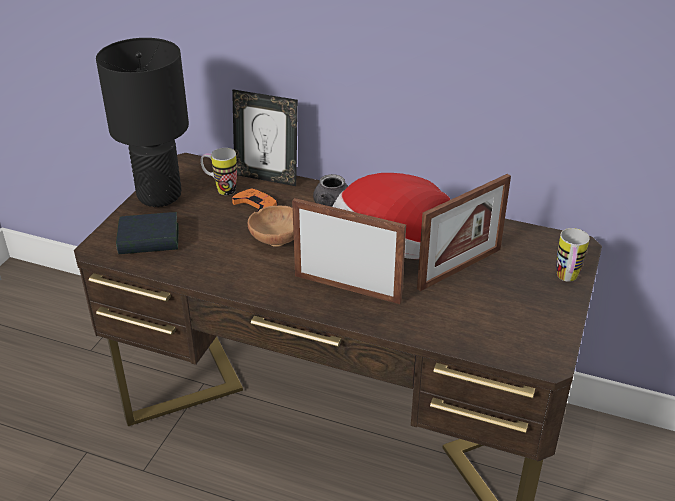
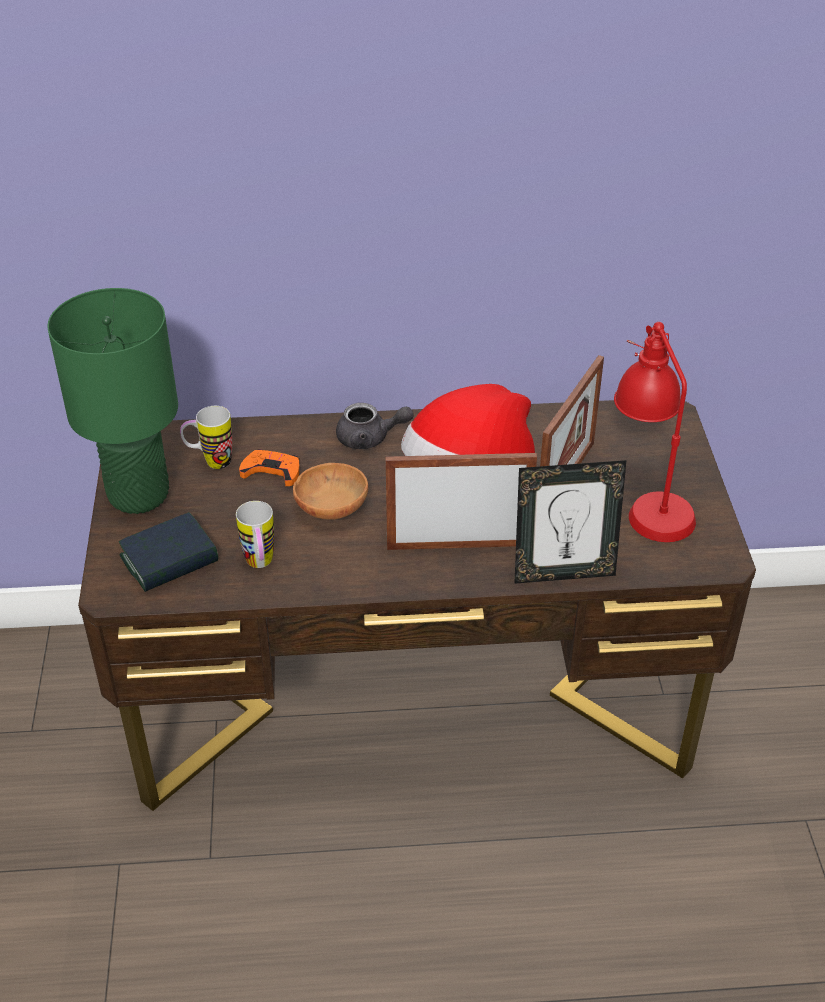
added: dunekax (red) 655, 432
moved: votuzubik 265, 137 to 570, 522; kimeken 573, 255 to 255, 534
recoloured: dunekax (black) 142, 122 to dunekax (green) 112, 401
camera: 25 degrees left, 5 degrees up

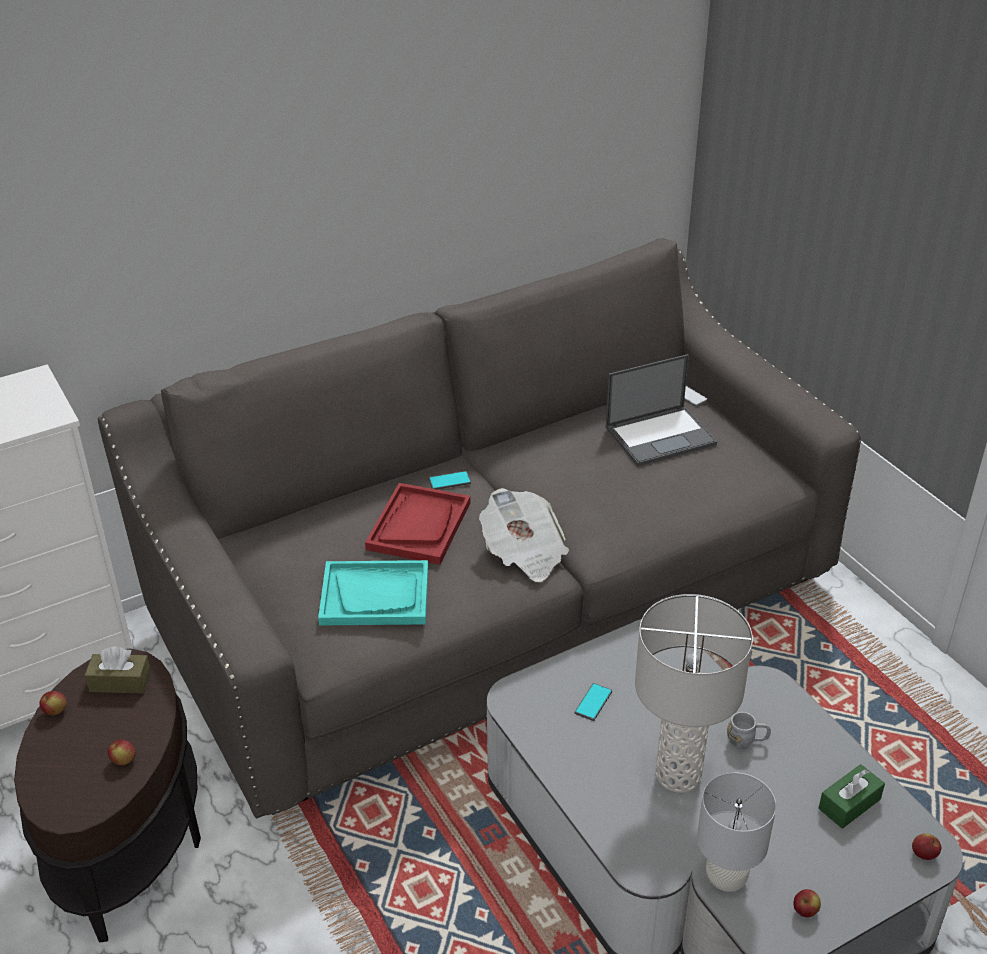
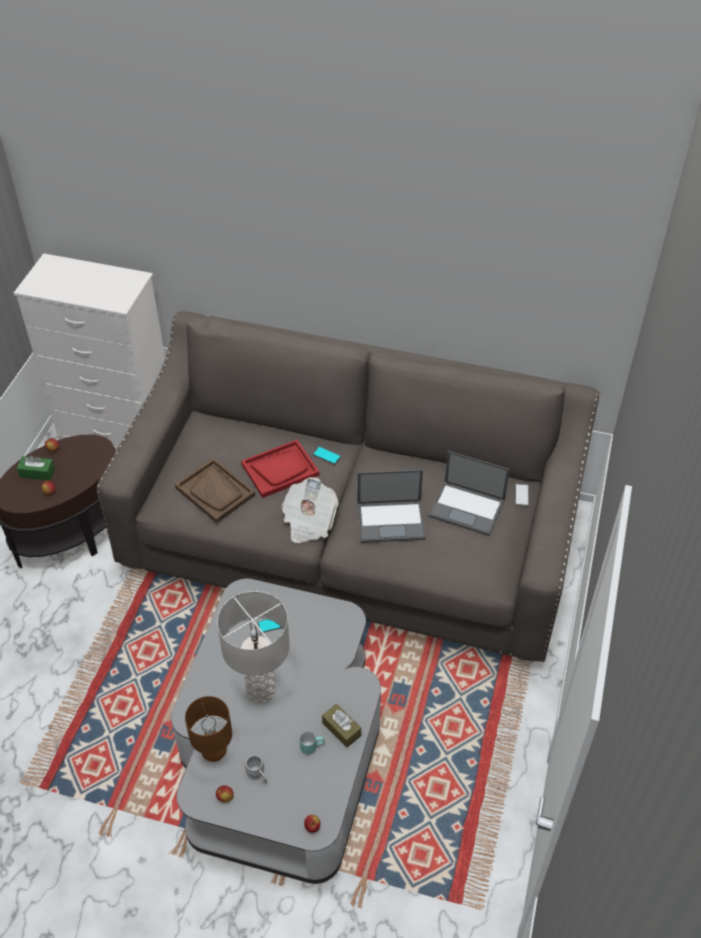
added: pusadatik 392, 506; kimeken (turquoise) 312, 743
moved: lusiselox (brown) 117, 669 to 341, 726; kimeken (grey) 749, 730 to 256, 769; lusiselox (green) 852, 796 to 35, 468
recoloured: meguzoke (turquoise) 373, 593 to meguzoke (brown) 215, 490; dunekax (grey) 736, 832 to dunekax (brown) 208, 729
camera: 45 degrees right, 10 degrees up

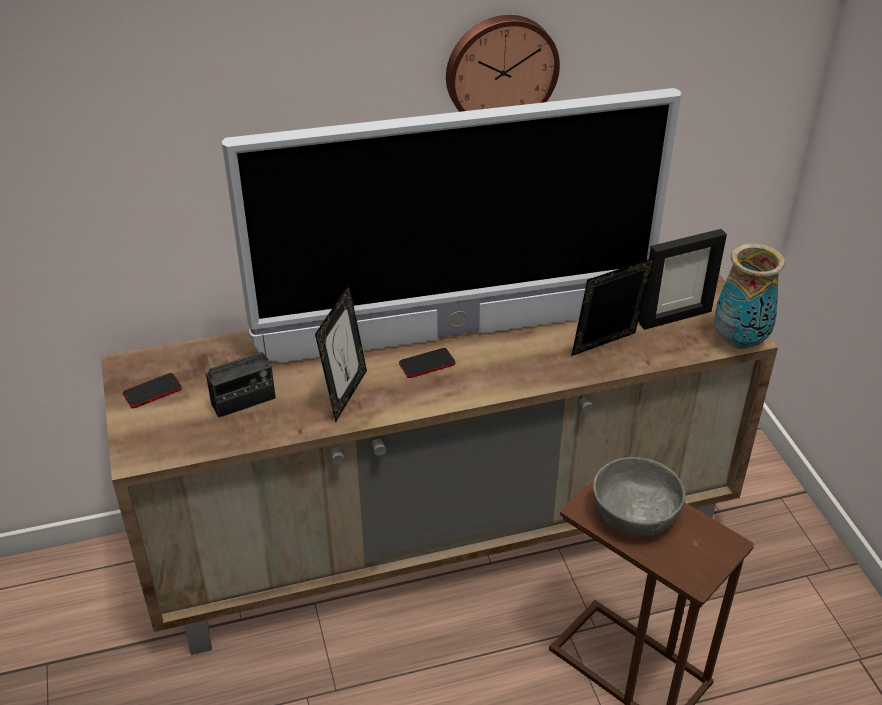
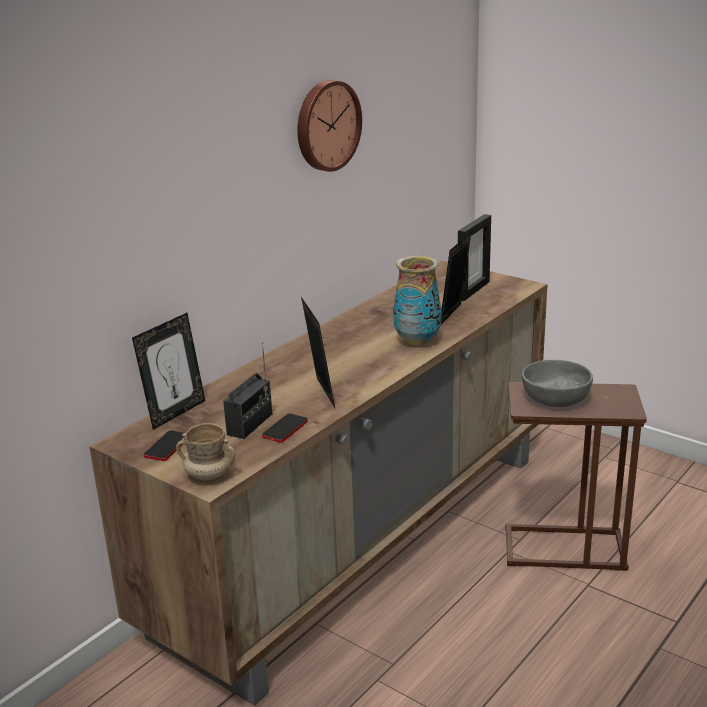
removed: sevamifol 451, 225
added: votuzubik 168, 371; kimeken (beige) 205, 452
moved: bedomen 749, 296 to 417, 301; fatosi 427, 363 to 285, 428
camera: 35 degrees left, 15 degrees down

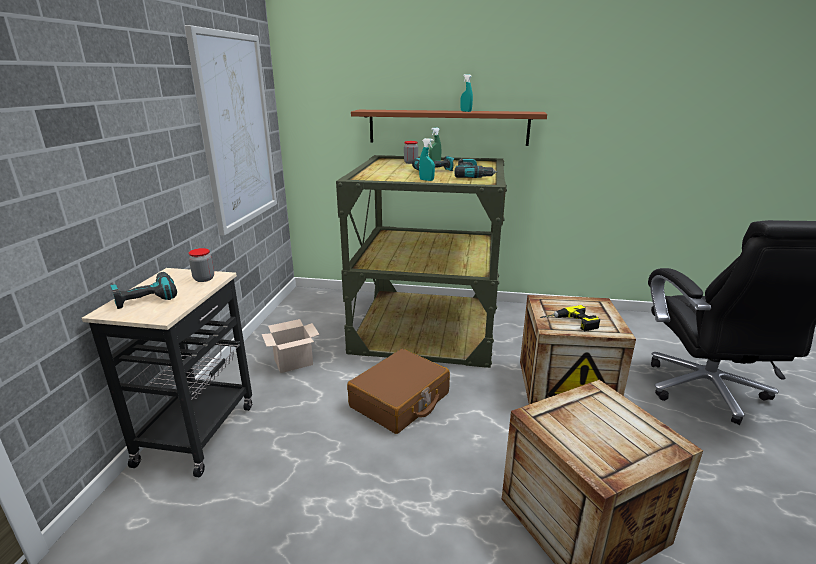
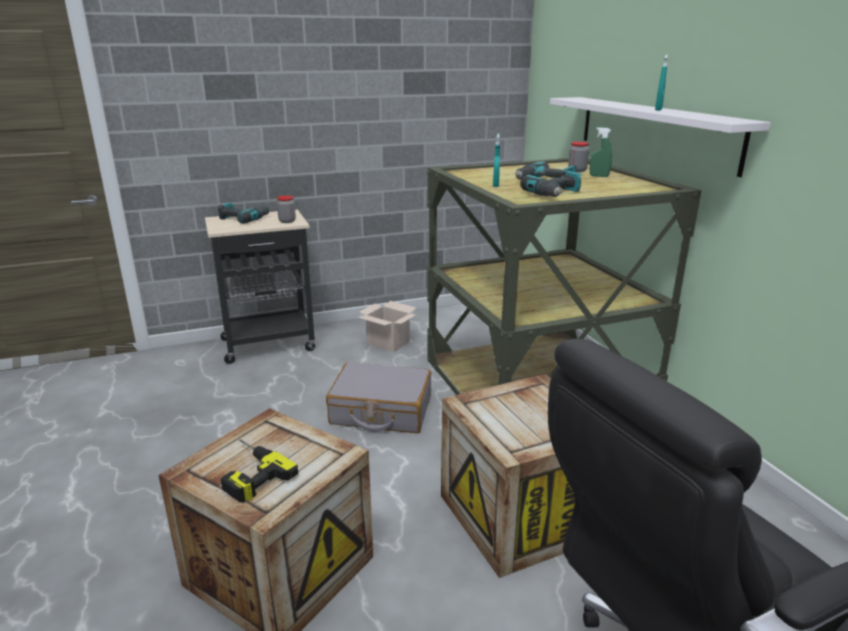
removed: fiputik 231, 130
moved: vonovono 570, 318 to 259, 471
recoloured: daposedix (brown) 449, 128 to daposedix (white) 660, 137; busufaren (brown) 398, 391 to busufaren (grey) 378, 397
camera: 60 degrees right, 0 degrees up

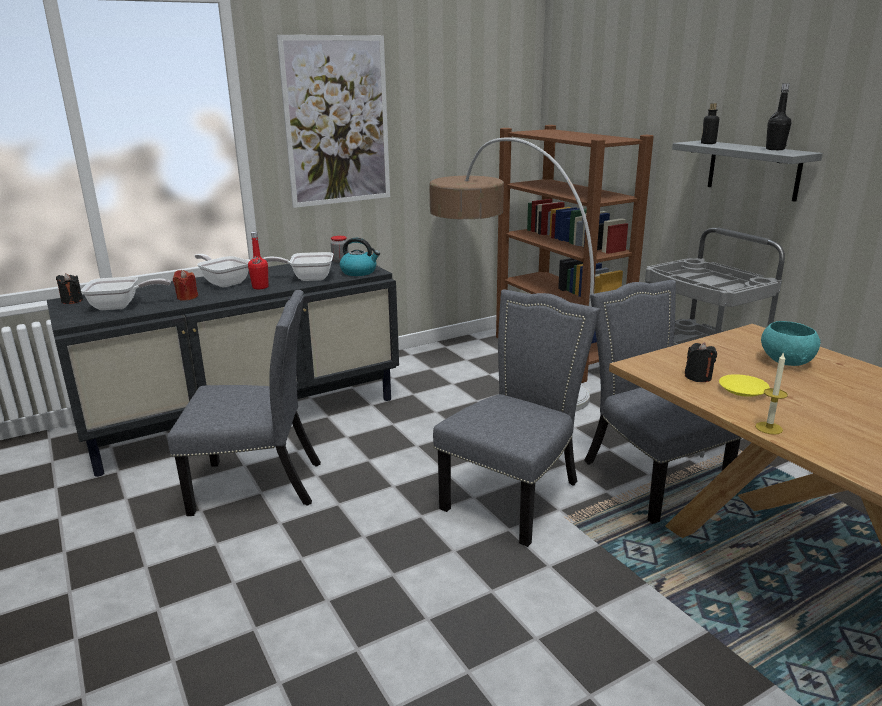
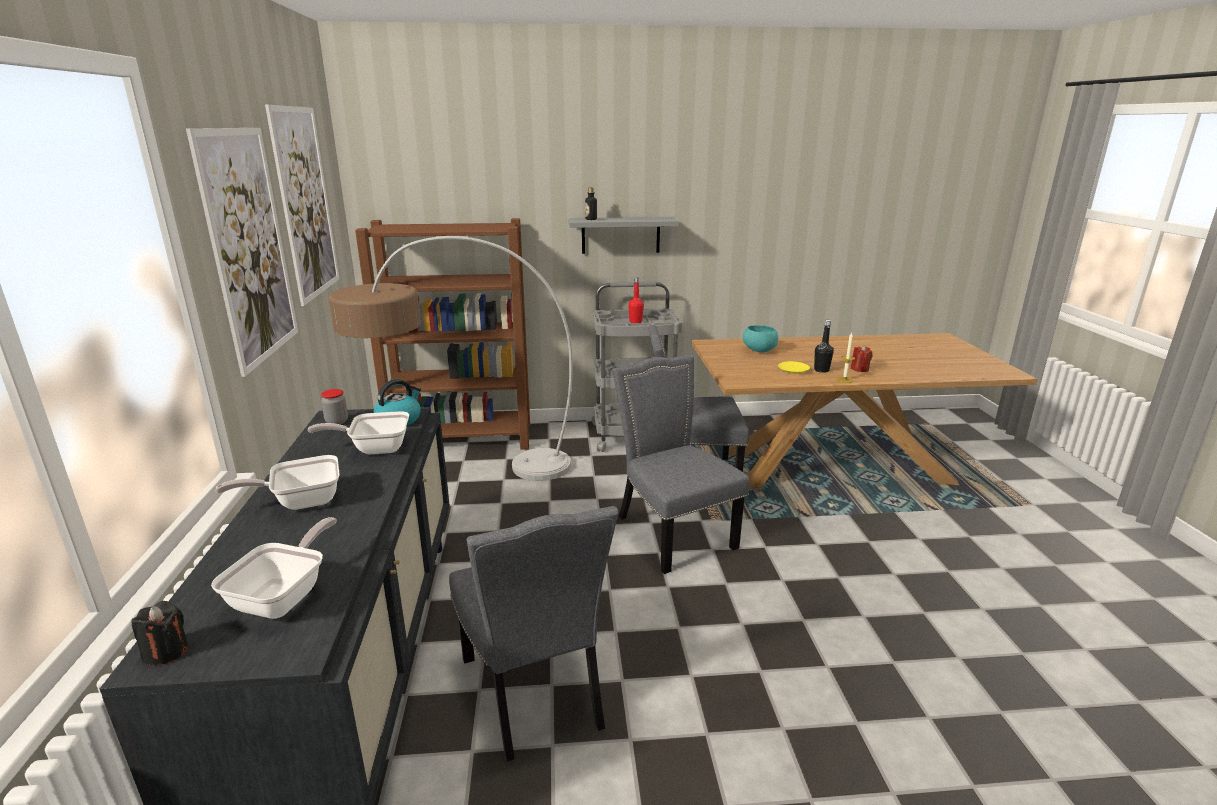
removed: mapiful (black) 701, 362
added: fiputik 302, 205
moved: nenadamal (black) 778, 117 to 824, 346; nenadamal (red) 258, 260 to 636, 300; mapiful (red) 185, 285 to 861, 358
turned: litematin 298, 266 = 358, 432 60 degrees clockwise; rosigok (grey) 244, 403 = 533, 634 135 degrees clockwise
camera: 65 degrees left, 0 degrees up

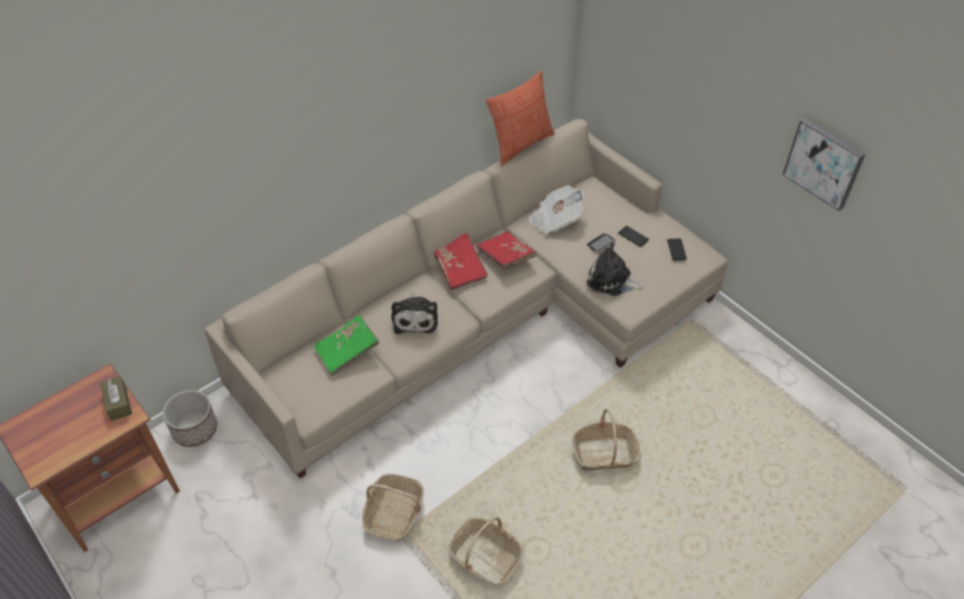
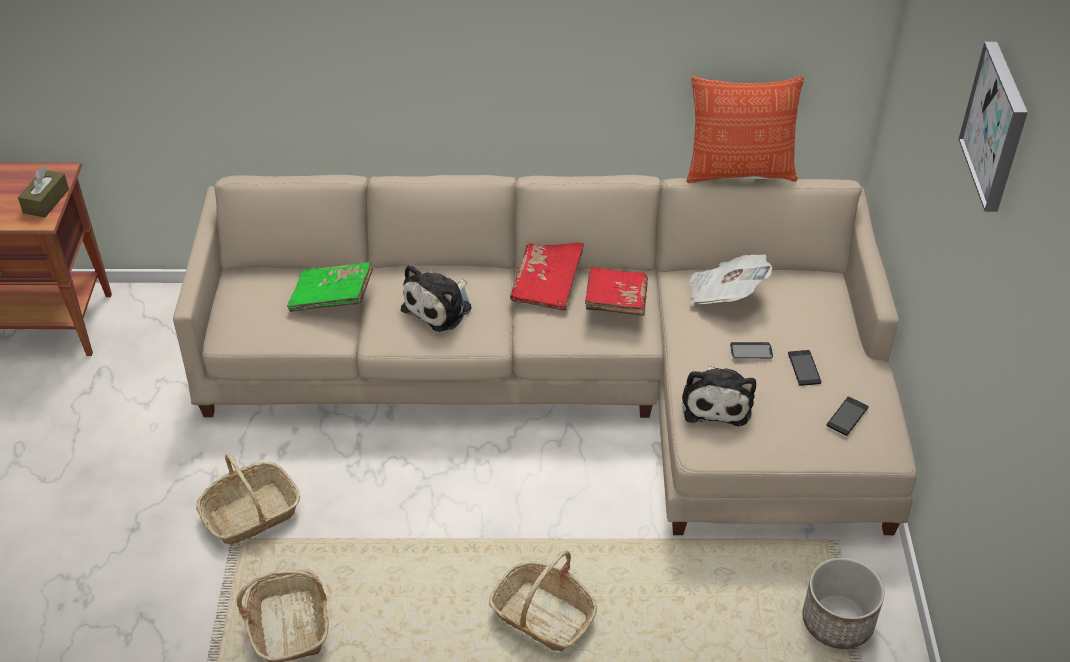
moved: fiputik 823, 164 to 993, 127; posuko 190, 418 to 843, 603
turned: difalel 614, 269 = 719, 395 150 degrees counterclockwise
camera: 40 degrees right, 5 degrees down

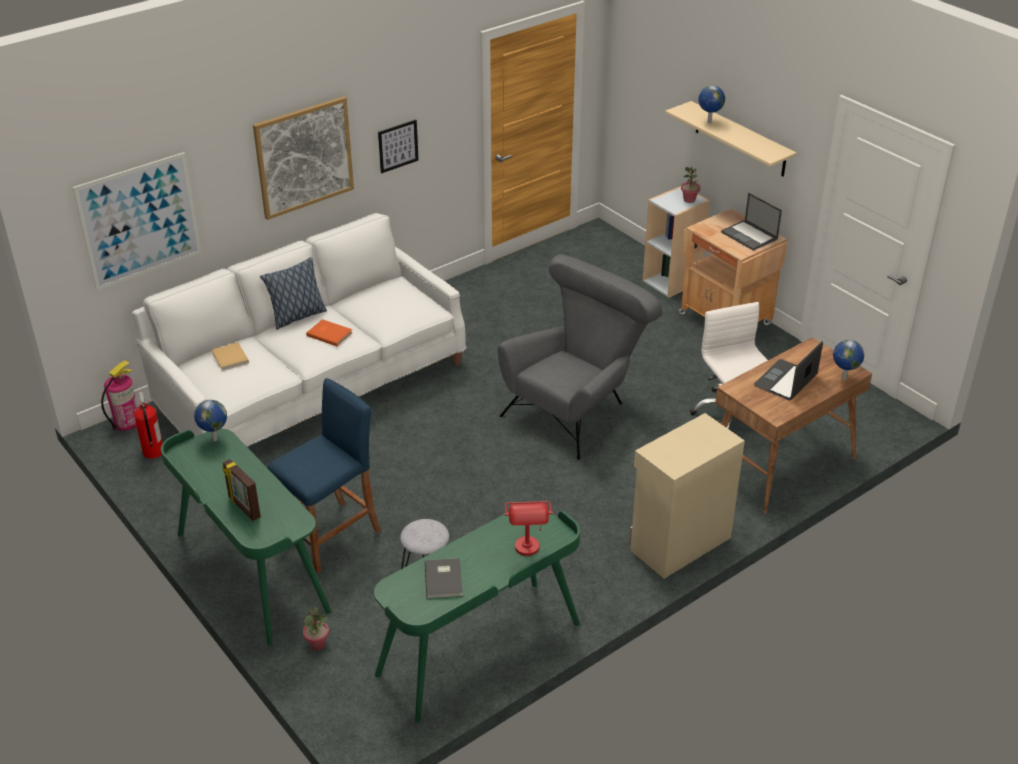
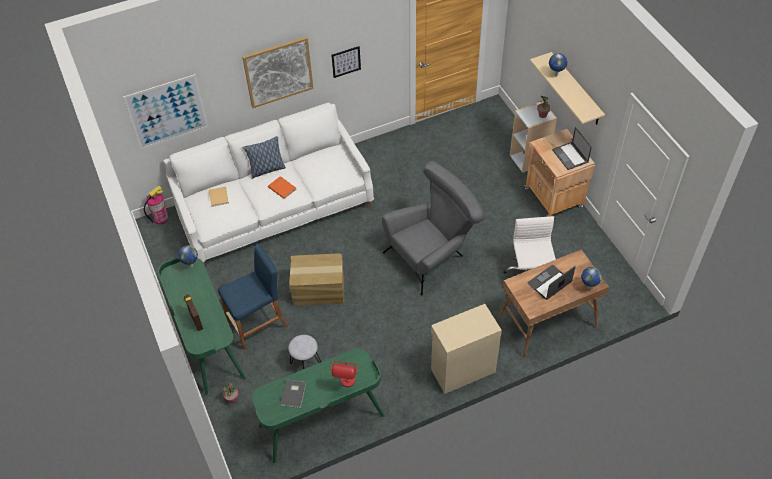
removed: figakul 148, 425
added: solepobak 316, 280
camera: 15 degrees right, 15 degrees up

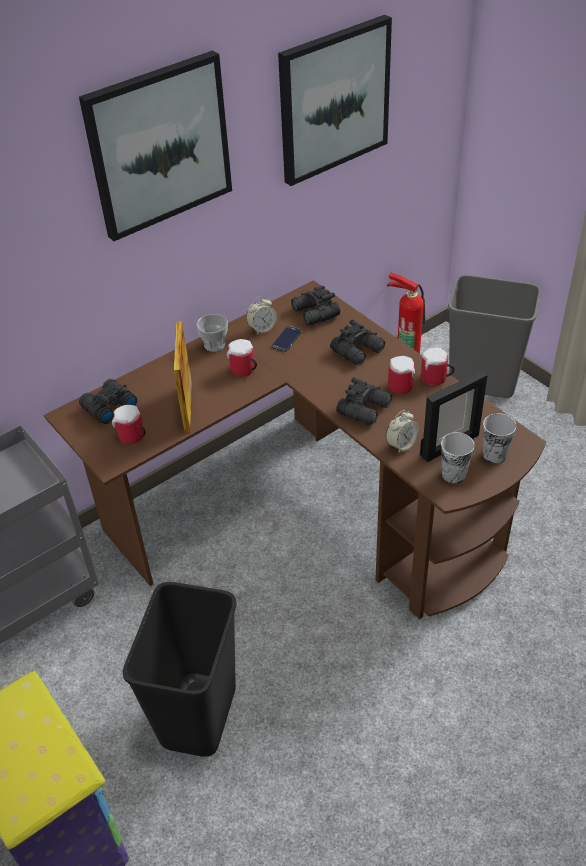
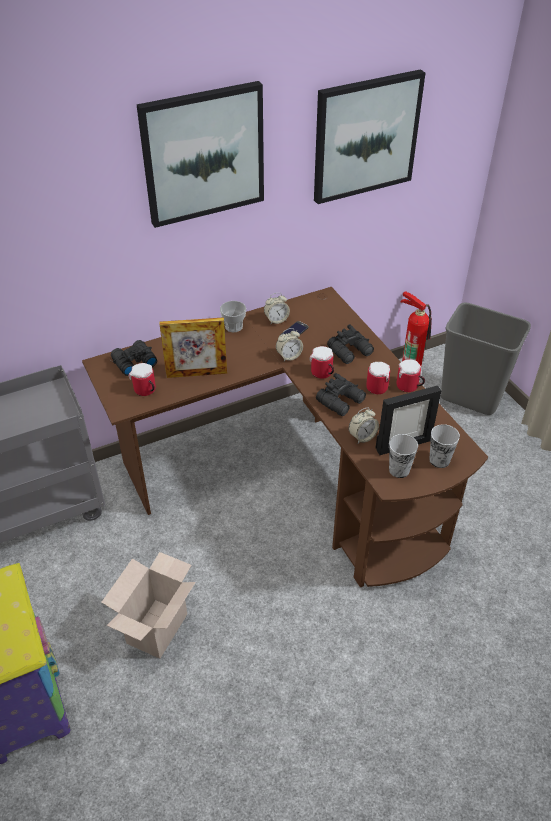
removed: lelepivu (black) 315, 306
added: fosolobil 289, 344
moved: kimeken 241, 357 to 321, 362
replaced: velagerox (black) 180, 669 to solepobak 148, 605
turned: votuzubik 183, 377 = 193, 347 105 degrees counterclockwise
camera: 10 degrees right, 0 degrees up

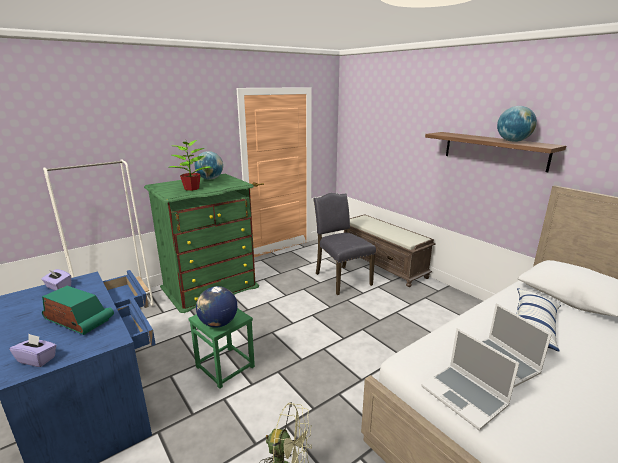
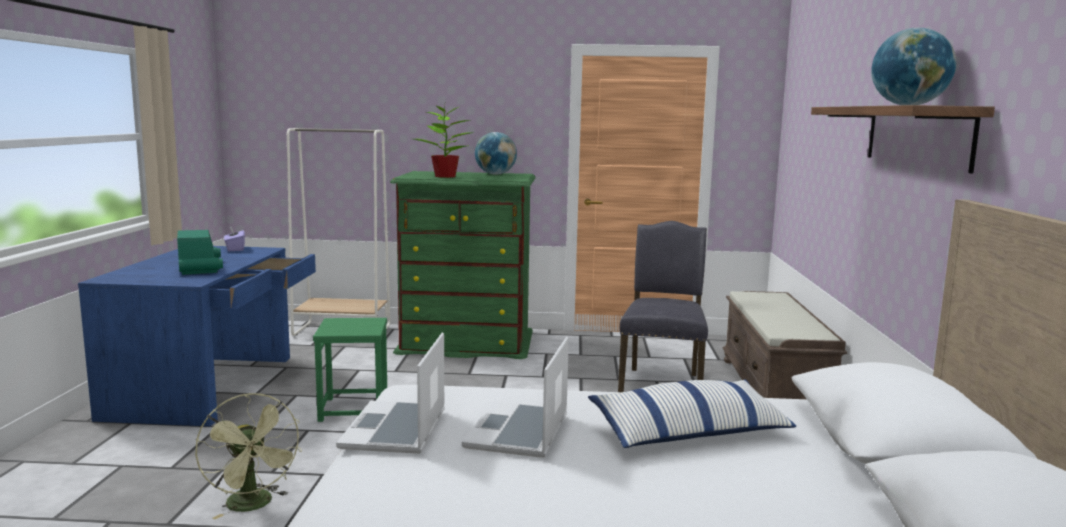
removed: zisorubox 216, 307; lusiselox (purple) 33, 350
camera: 40 degrees right, 10 degrees down

